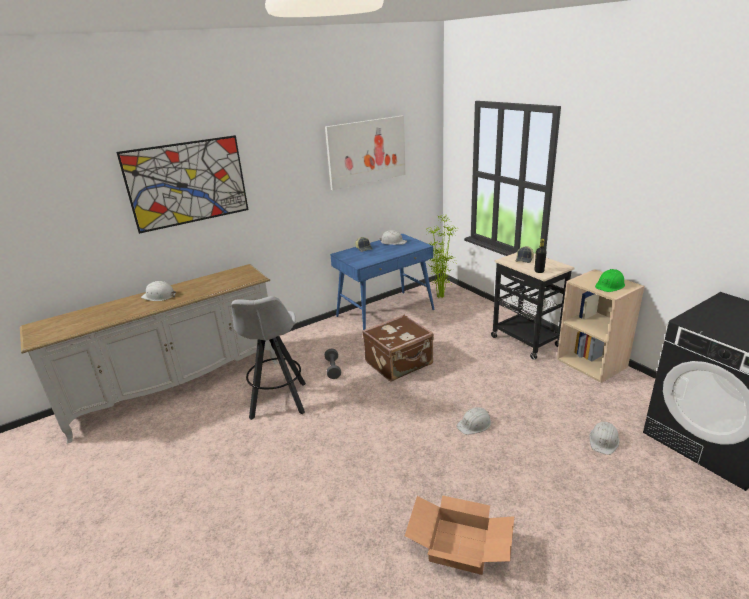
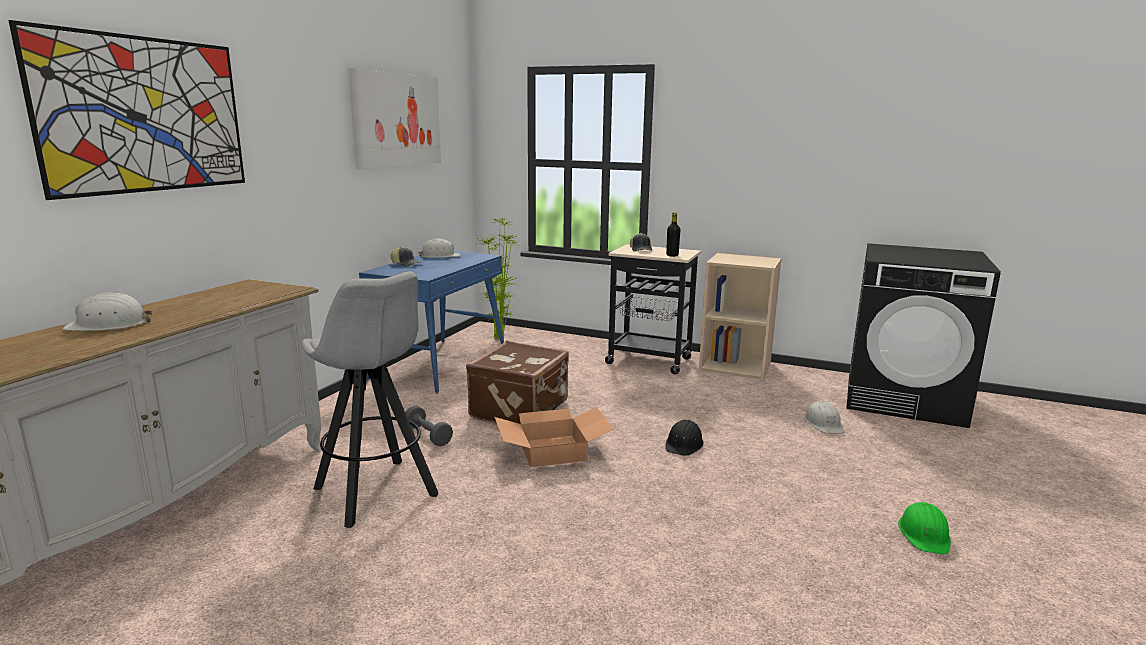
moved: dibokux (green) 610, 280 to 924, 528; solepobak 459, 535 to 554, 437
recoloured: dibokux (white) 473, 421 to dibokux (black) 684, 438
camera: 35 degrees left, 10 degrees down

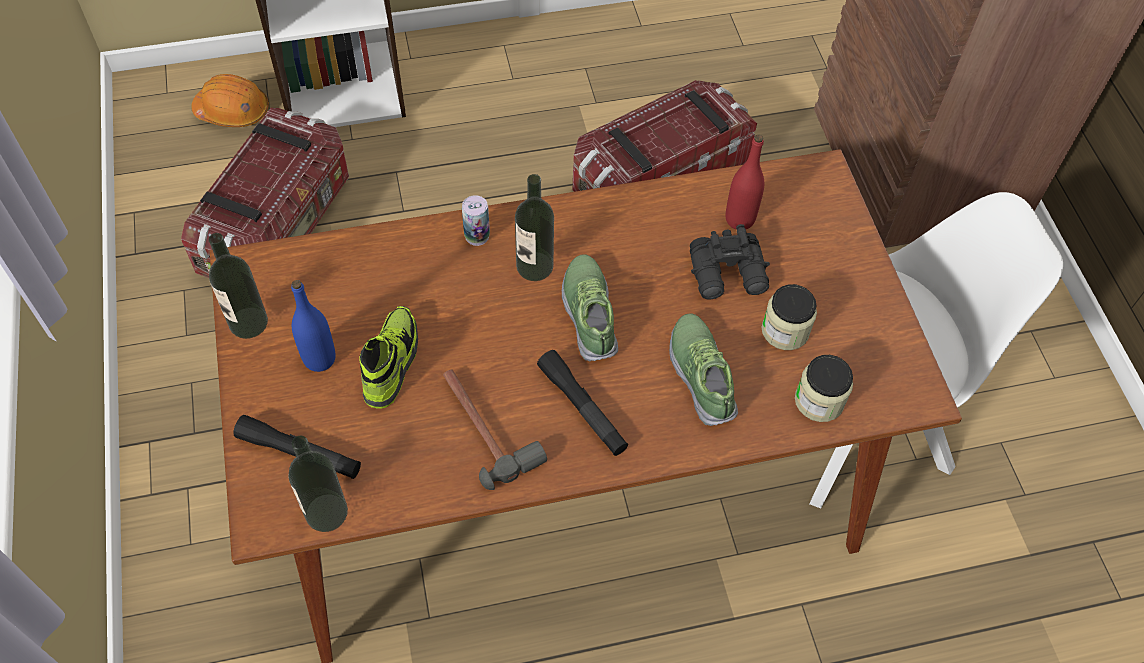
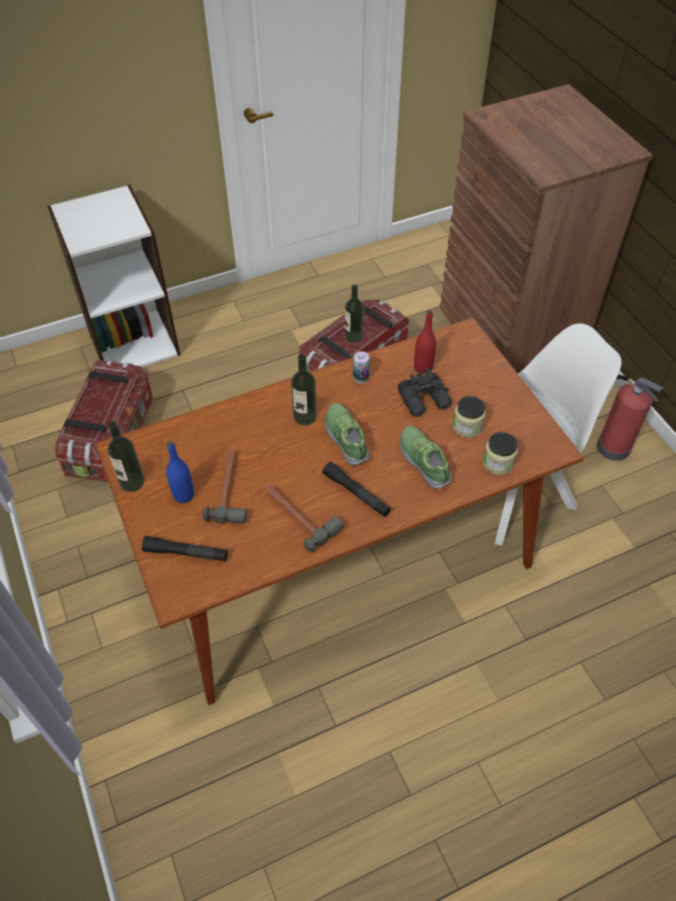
removed: dibokux (orange) 230, 100
added: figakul 630, 418
moved: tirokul 476, 220 to 361, 367; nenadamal 318, 484 to 354, 313
replaced: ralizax 389, 357 to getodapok 224, 486
camera: 10 degrees left, 5 degrees down

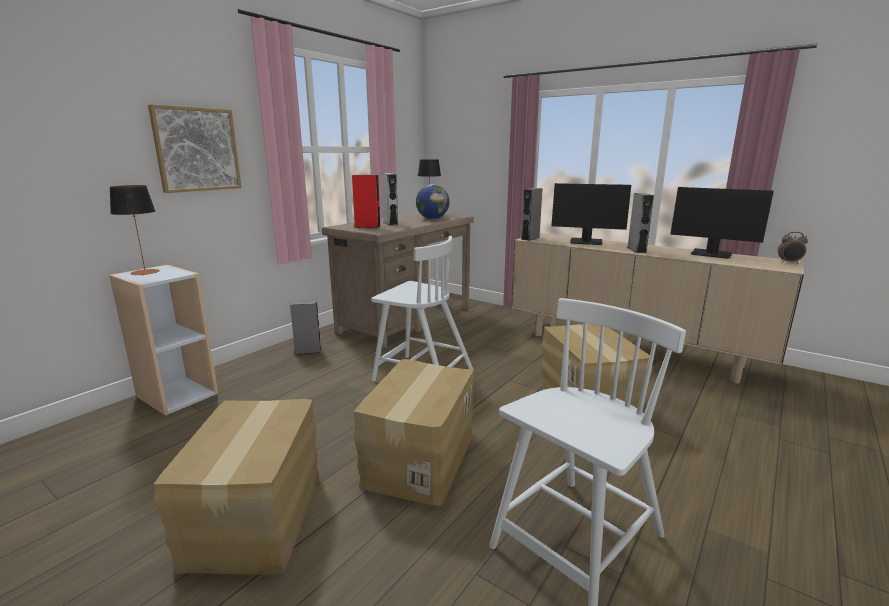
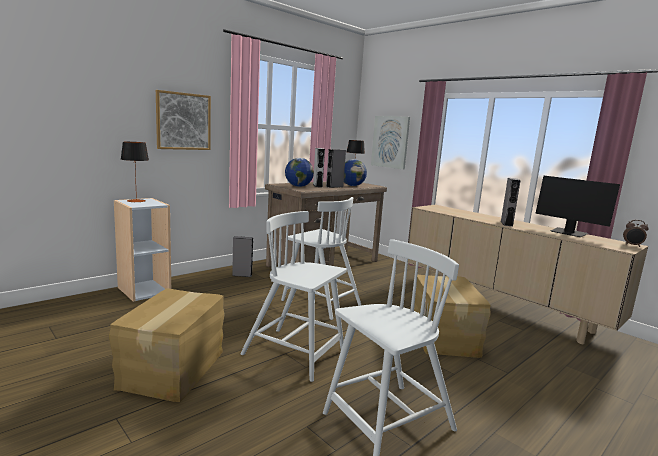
removed: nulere 591, 214
added: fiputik 390, 143
moved: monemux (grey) 532, 214 to 336, 168
replaced: monemux (red) 366, 201 to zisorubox 299, 172; solepobak 414, 432 to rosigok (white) 293, 296
camera: 10 degrees right, 5 degrees down

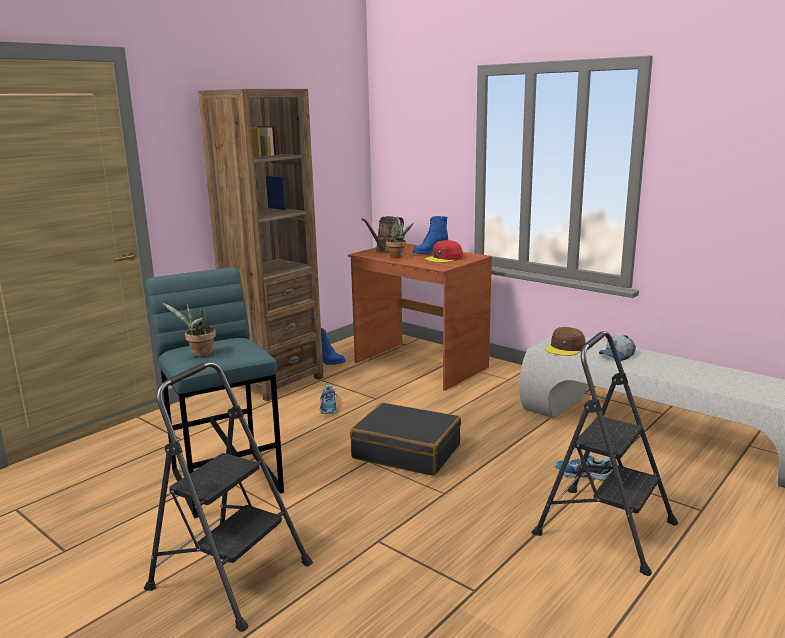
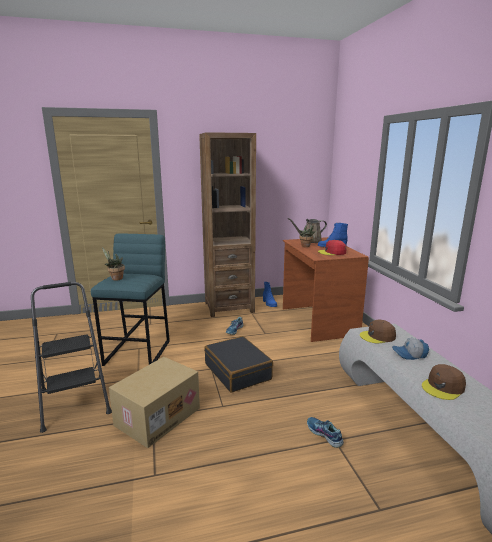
removed: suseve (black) 605, 453
added: solepobak 154, 402; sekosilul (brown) 444, 382
camera: 35 degrees right, 0 degrees up

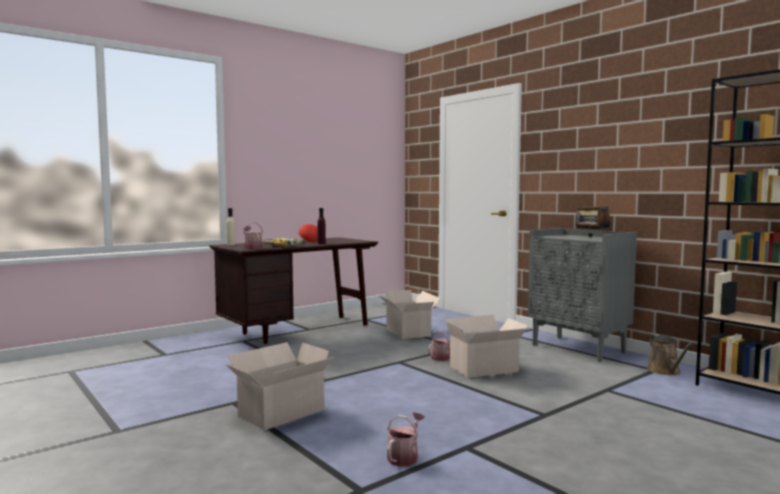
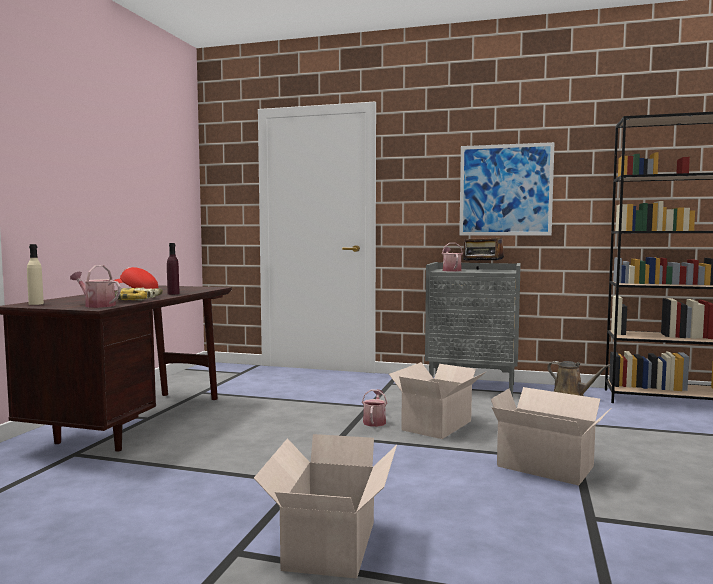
added: fiputik 507, 188
moved: solepobak 409, 314 to 551, 436; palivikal 406, 439 to 452, 257
camera: 35 degrees left, 0 degrees up

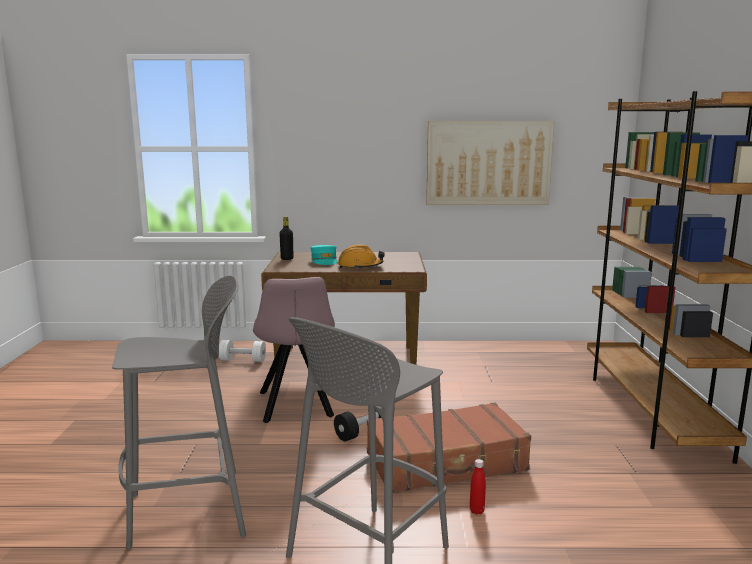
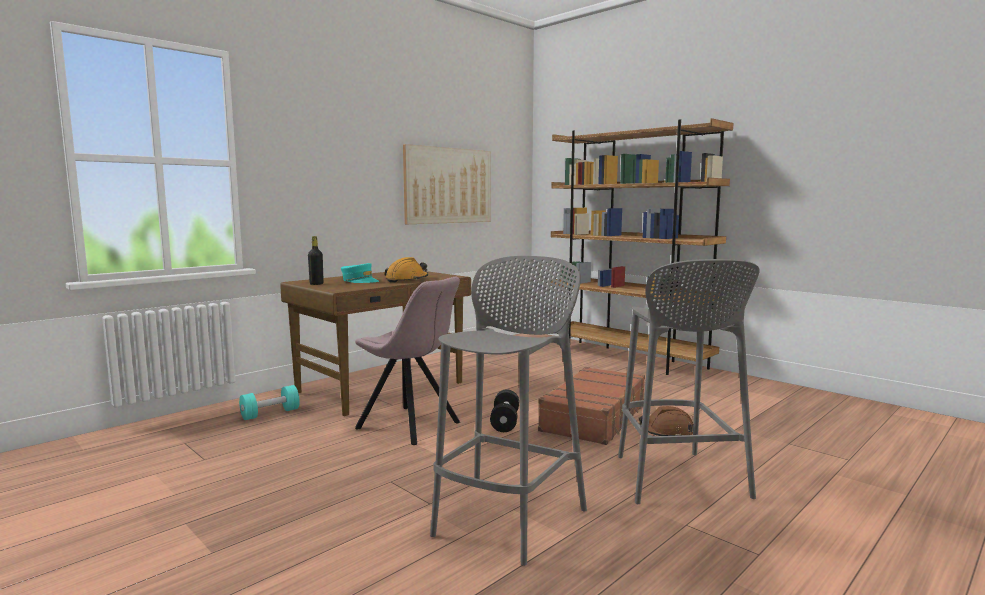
replaced: nenadamal (red) 478, 487 to dibokux (brown) 666, 421
recoloured: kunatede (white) 242, 351 to kunatede (turquoise) 269, 402
camera: 45 degrees left, 5 degrees down

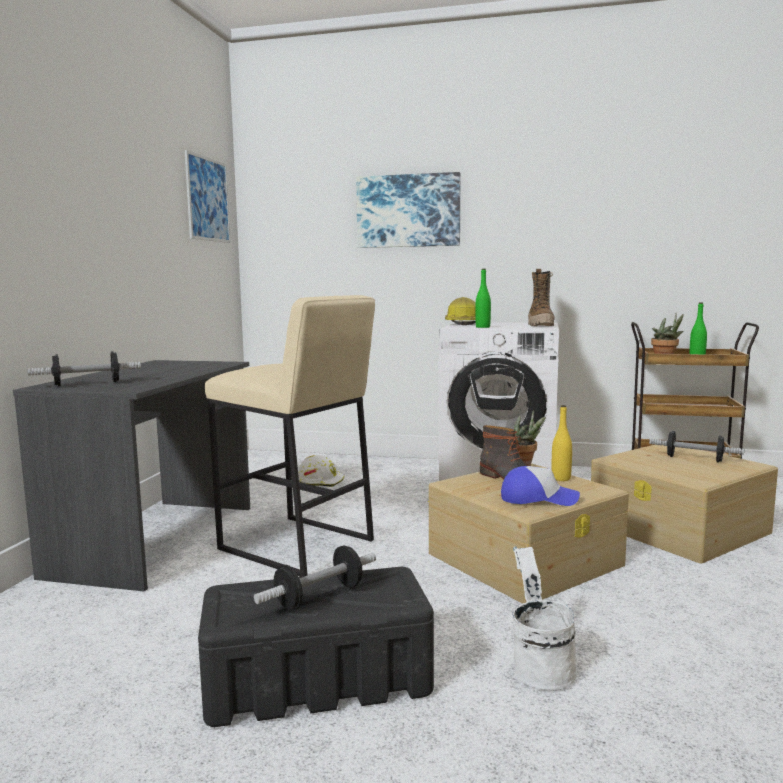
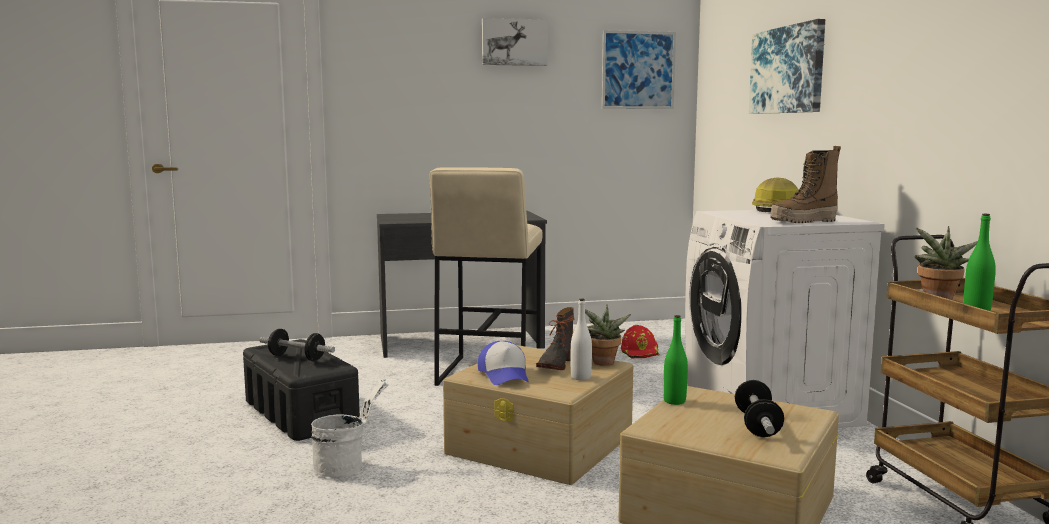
removed: kunatede 84, 368
added: fiputik 515, 42
moved: nenadamal (green) 483, 298 to 675, 360
recoloured: nenadamal (yellow) 561, 443 to nenadamal (white) 581, 339; dibokux (white) 321, 471 to dibokux (red) 640, 342
camera: 65 degrees right, 0 degrees up

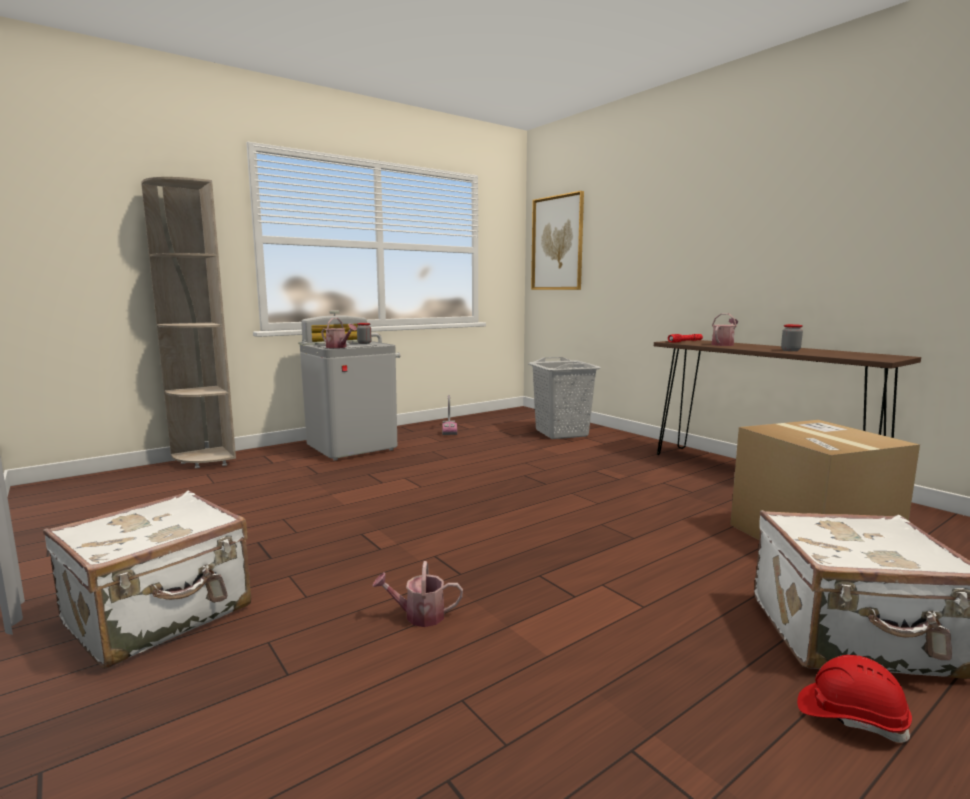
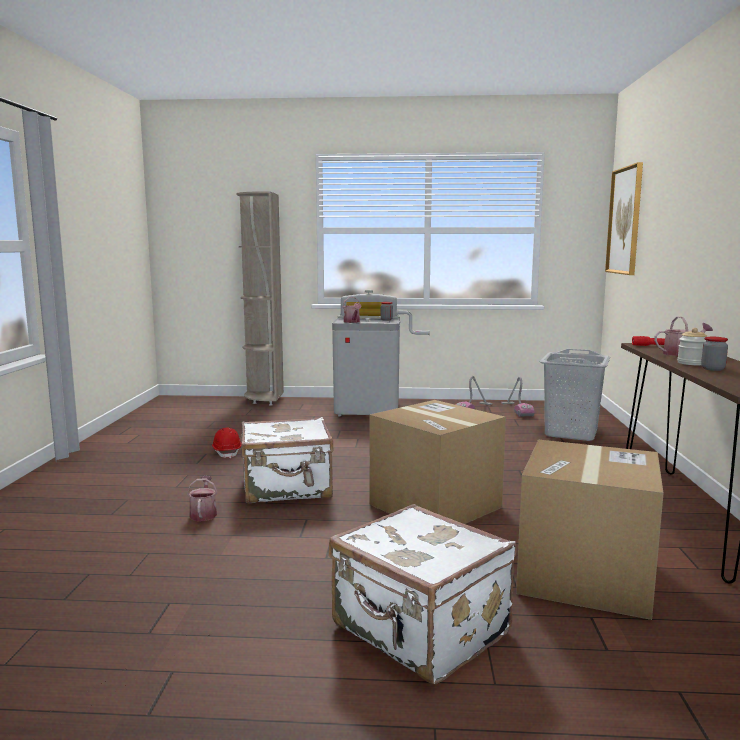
added: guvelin 692, 346; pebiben 517, 396; solepobak 437, 462
moved: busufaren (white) 147, 580 to 287, 460; dibokux (red) 854, 699 to 227, 443
turned: palivikal 417, 594 = 202, 498 45 degrees clockwise
camera: 40 degrees right, 0 degrees up

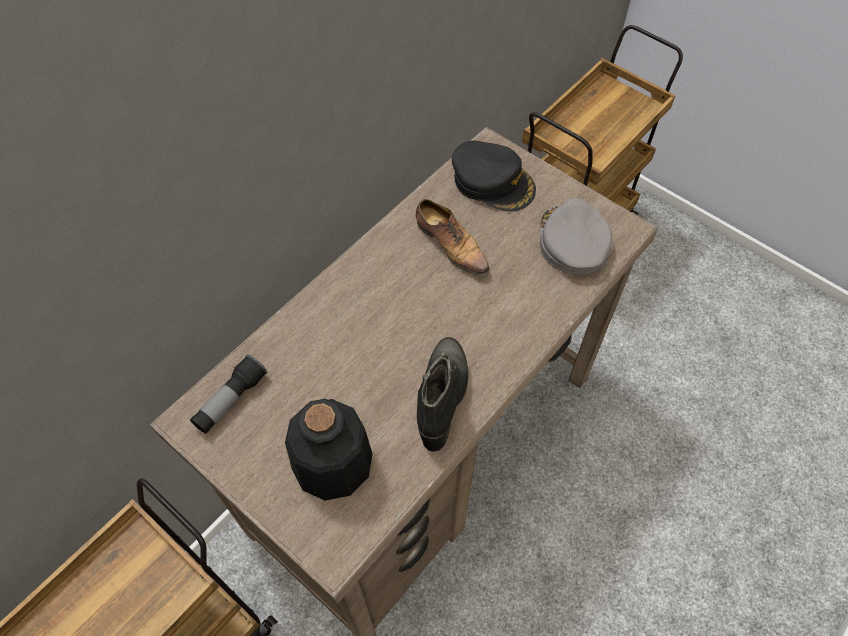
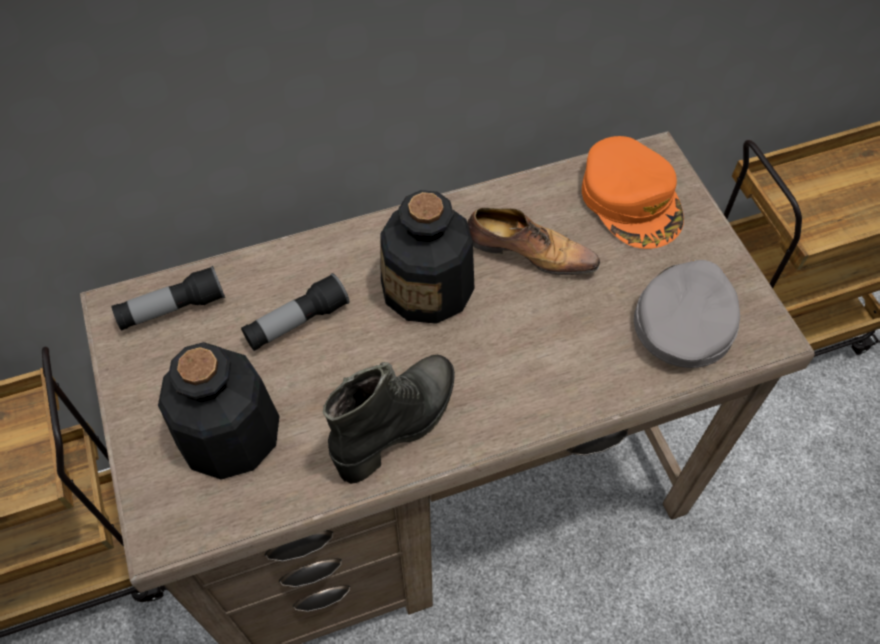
added: nenadamal 427, 257; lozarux 295, 312
recoloured: sekosilul (black) 494, 176 to sekosilul (orange) 633, 192
turned: ralizax 453, 237 = 533, 241 60 degrees counterclockwise
camera: 30 degrees right, 0 degrees up

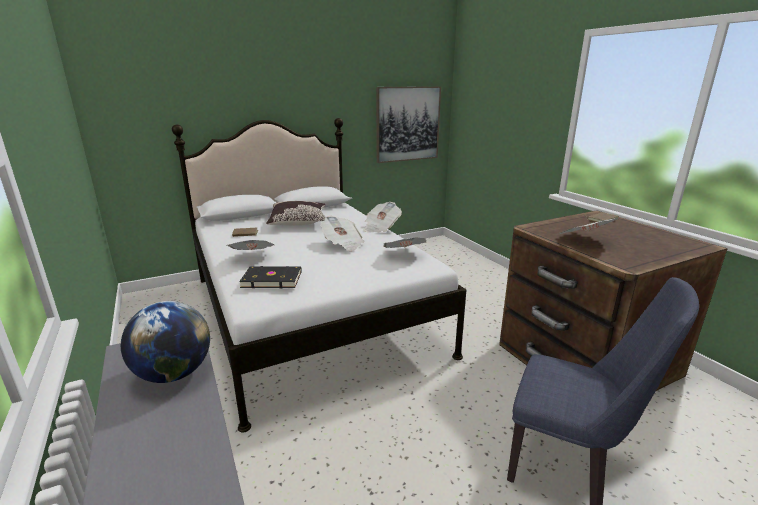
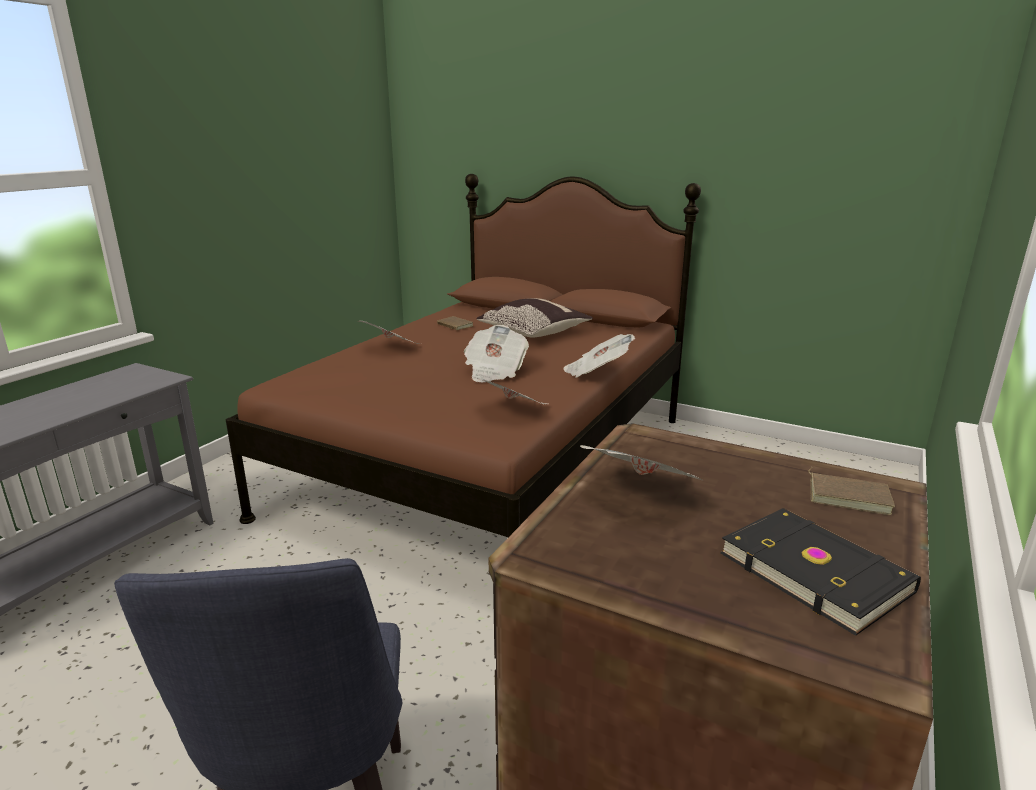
removed: fiputik 408, 124; zisorubox 165, 342
moved: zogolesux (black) 270, 277 to 820, 572
recoloured: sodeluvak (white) 319, 275 to sodeluvak (brown) 463, 356
camera: 55 degrees right, 0 degrees up

